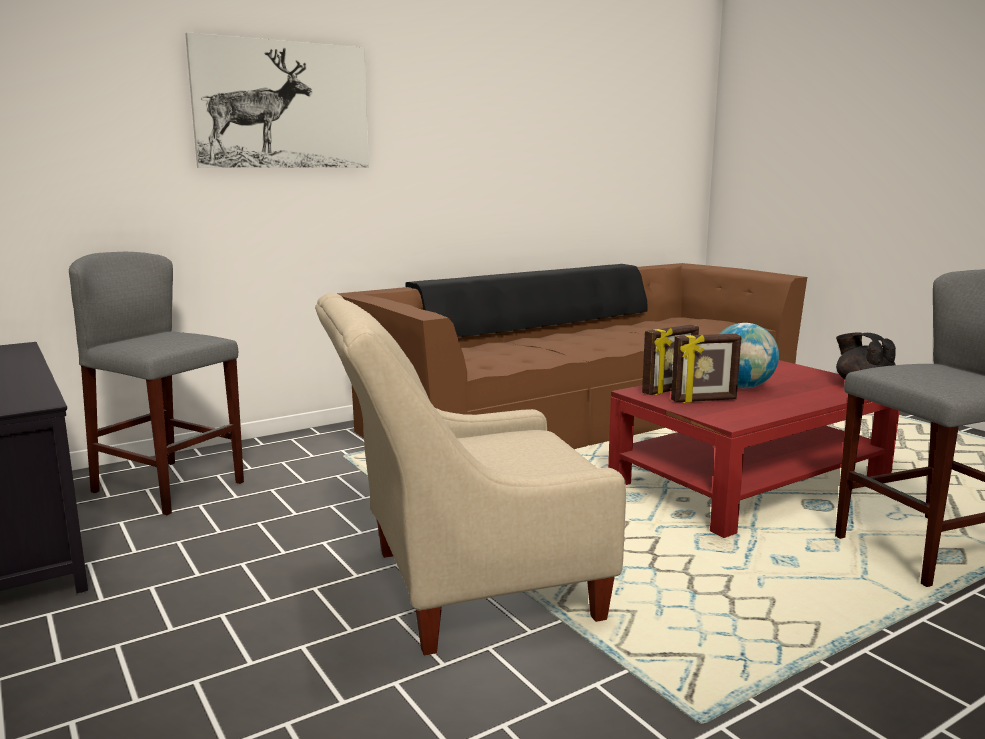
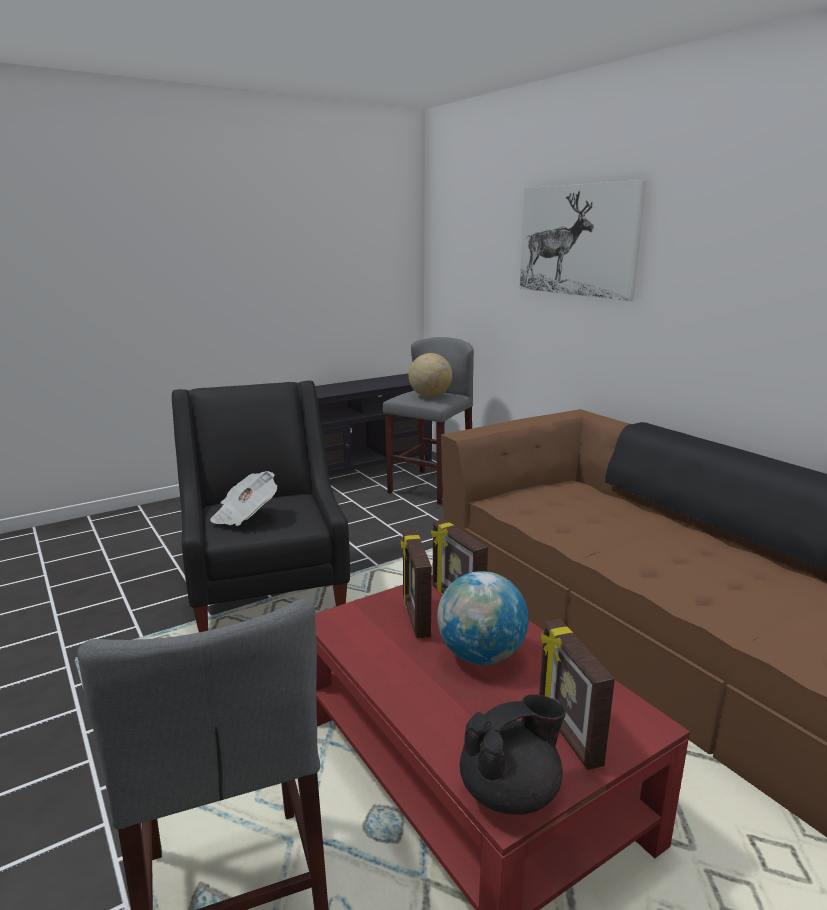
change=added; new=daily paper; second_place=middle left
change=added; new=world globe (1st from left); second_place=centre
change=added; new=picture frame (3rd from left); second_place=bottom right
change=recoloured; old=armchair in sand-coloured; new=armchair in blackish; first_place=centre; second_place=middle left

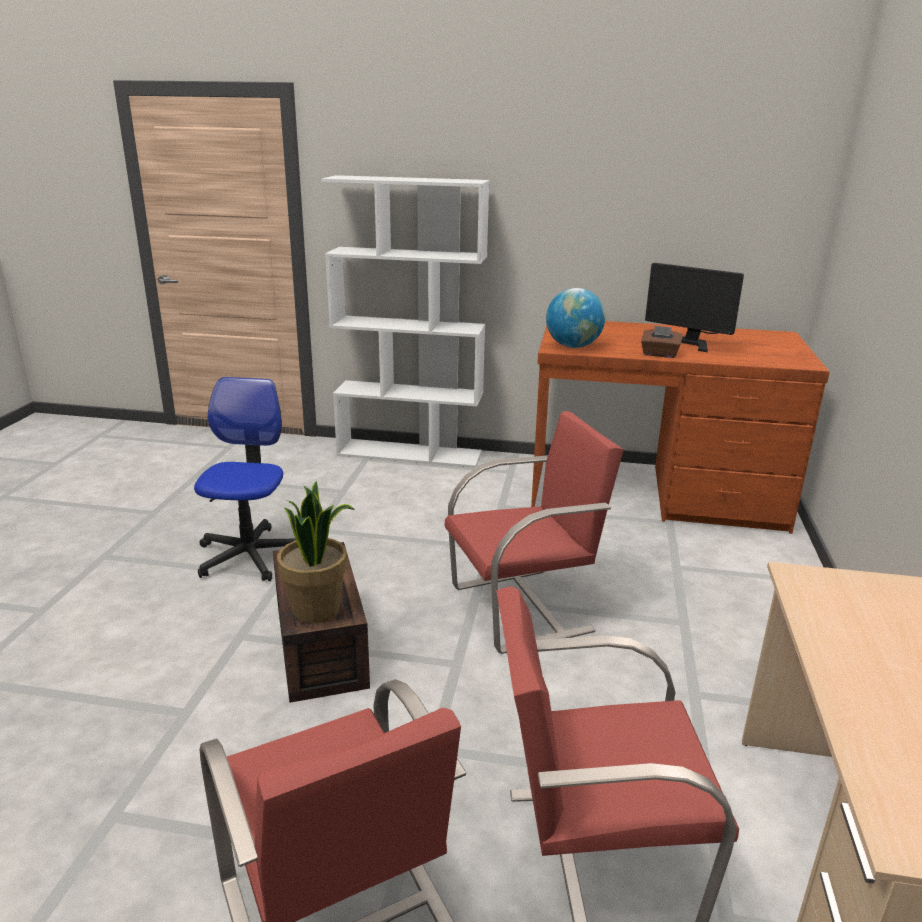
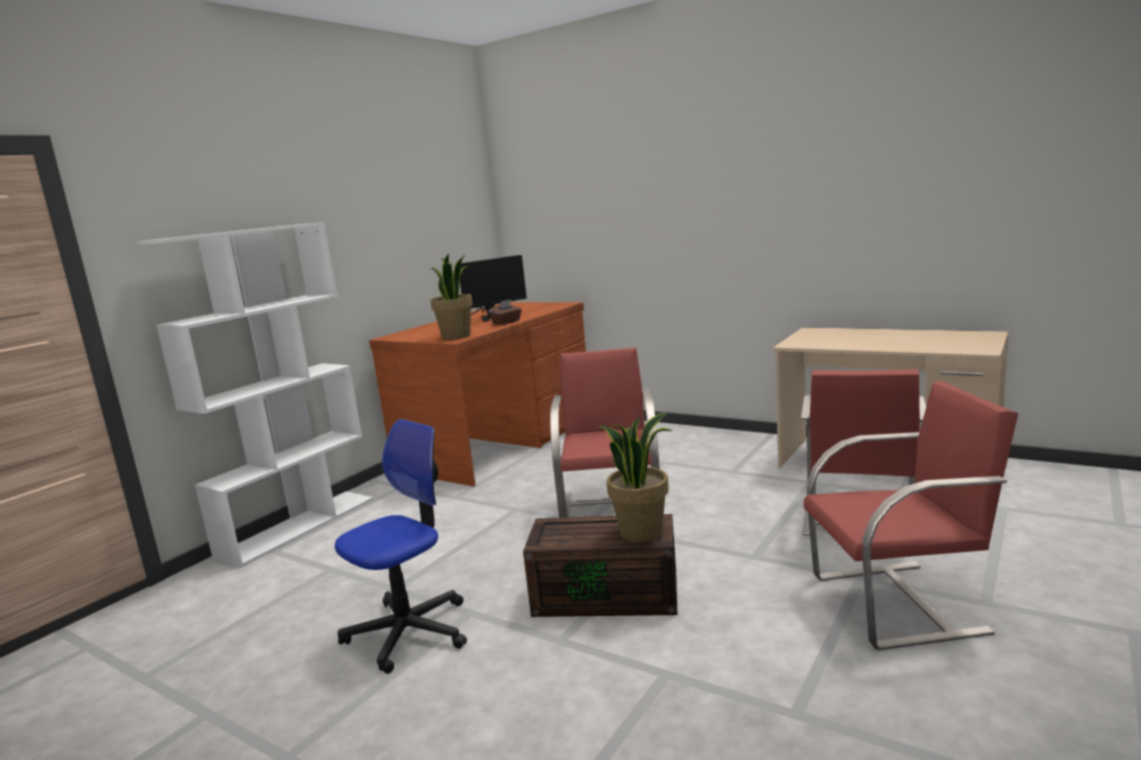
change=replaced; old=world globe; new=potted plant (1st from left); first_place=centre; second_place=centre
change=turned; old=office chair; first_place=middle left; second_place=bottom centre; degrees=105

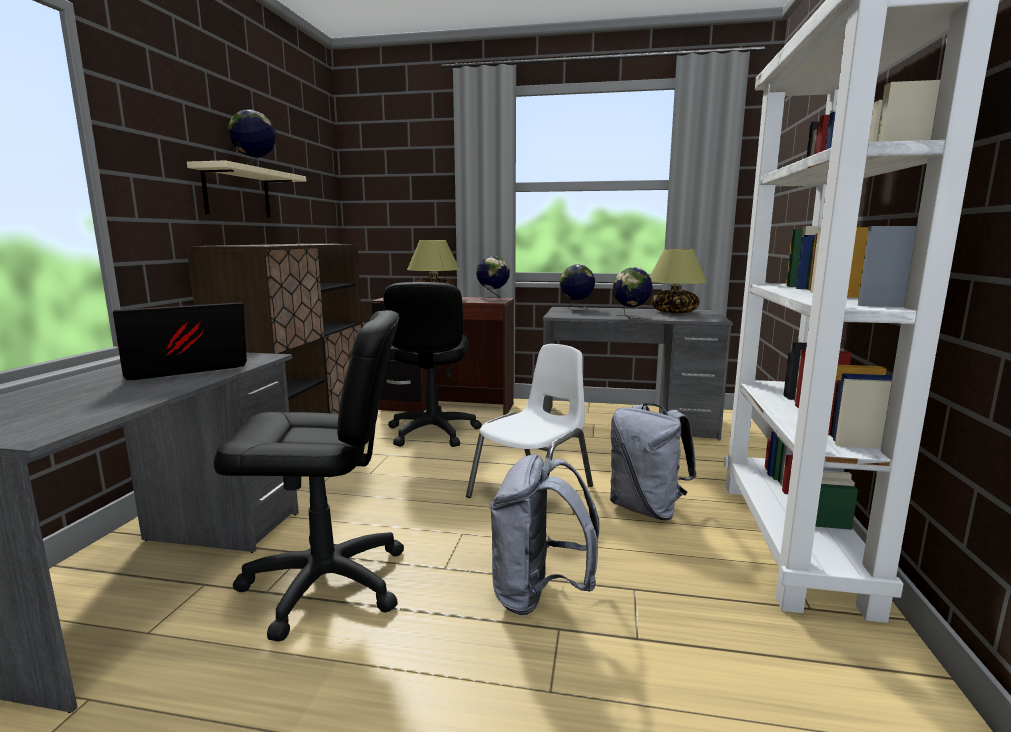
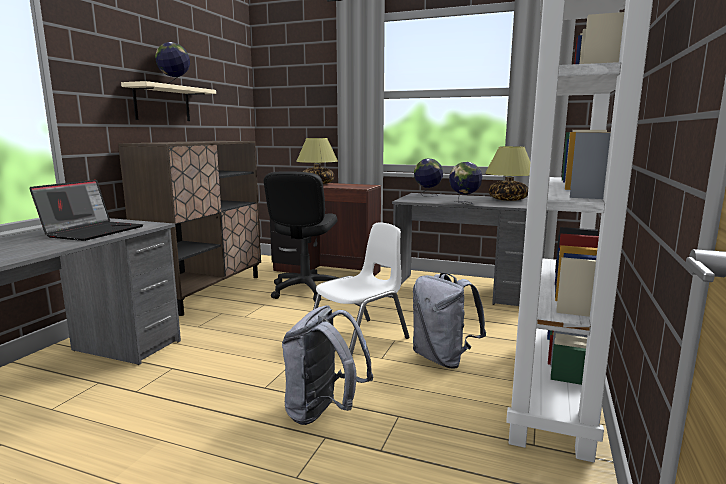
change=removed; old=office chair in blackish (1st from left); first_place=middle left
change=removed; old=world globe (2nd from left); first_place=centre
change=turned; old=laptop; first_place=middle left; second_place=middle left; degrees=135

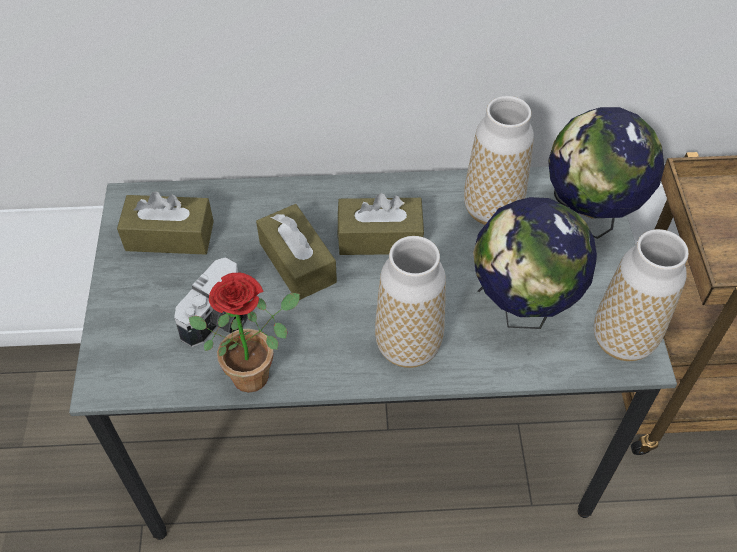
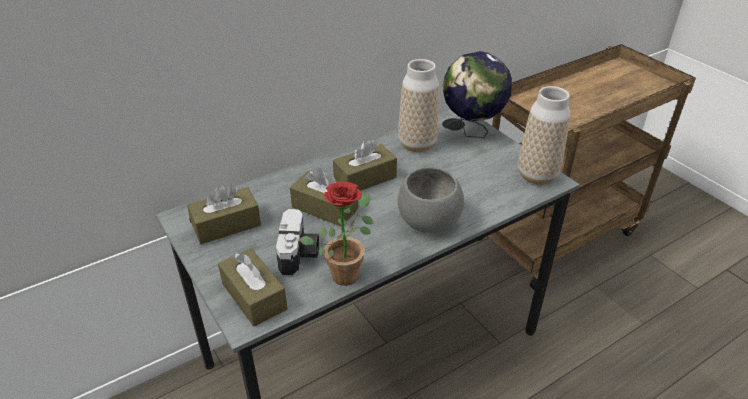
change=removed; old=world globe (1st from left); first_place=middle right
change=added; new=tissue box in brownish (2nd from left); second_place=bottom centre
change=replaced; old=flower vase (1st from left); new=deep dish in gray; first_place=centre; second_place=centre

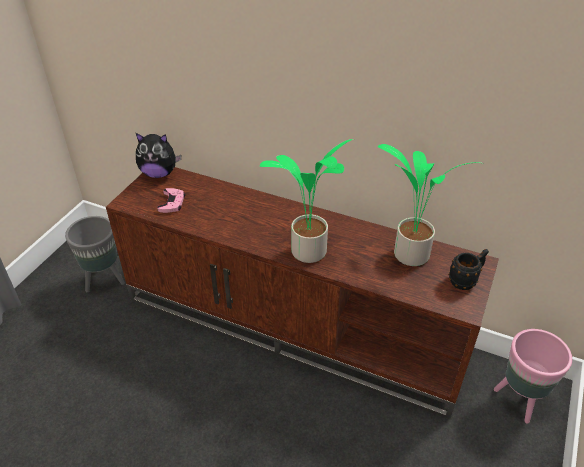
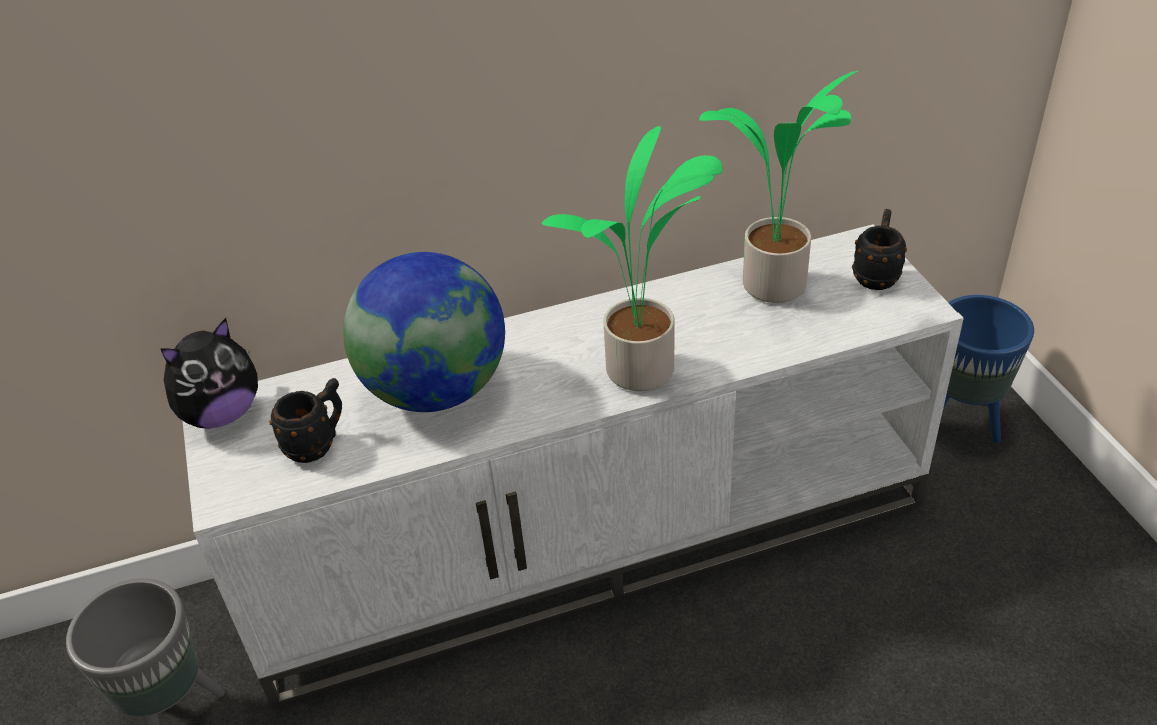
change=added; new=world globe; second_place=centre
change=replaced; old=gamepad in pink-coloured; new=mug in blackish (1st from left); first_place=middle left; second_place=middle left
change=recoloured; old=tv stand in brownish; new=tv stand in whitish; first_place=centre; second_place=centre
change=recoloured; old=plant pot in pink-coloured; new=plant pot in blue-coloured; first_place=bottom right; second_place=middle right

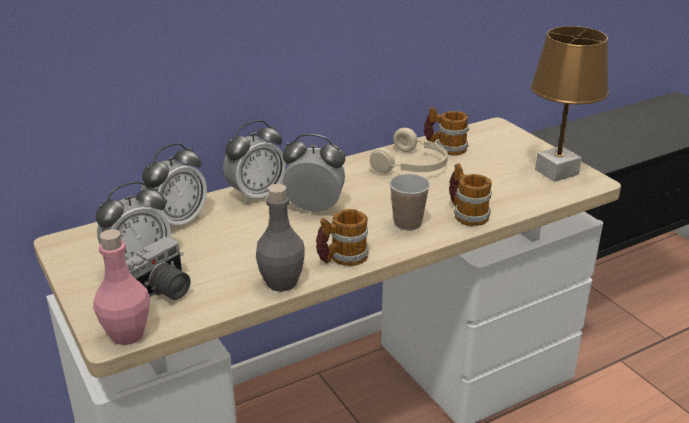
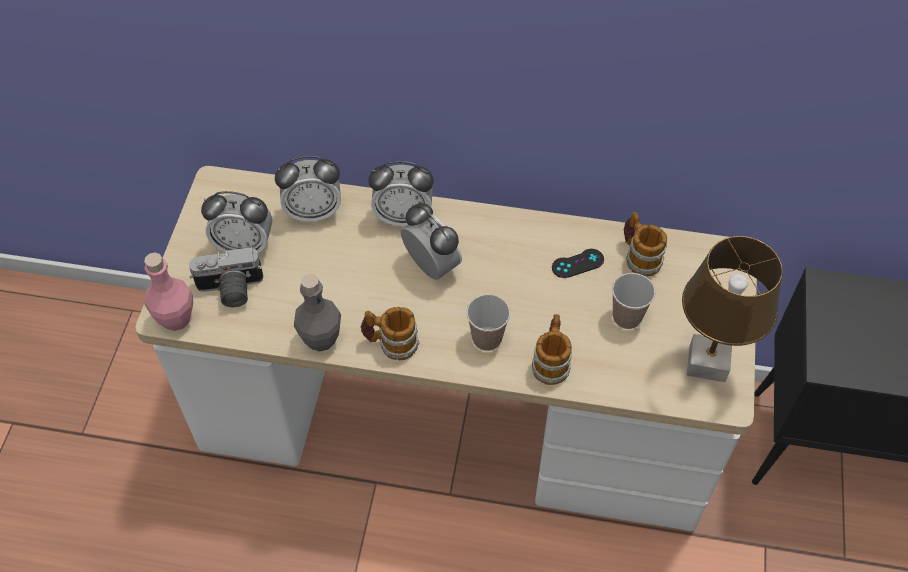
change=added; new=small cup (2nd from left); second_place=middle right
change=replaced; old=pair of headphones in sand-coloured; new=gamepad in blackish; first_place=centre; second_place=centre

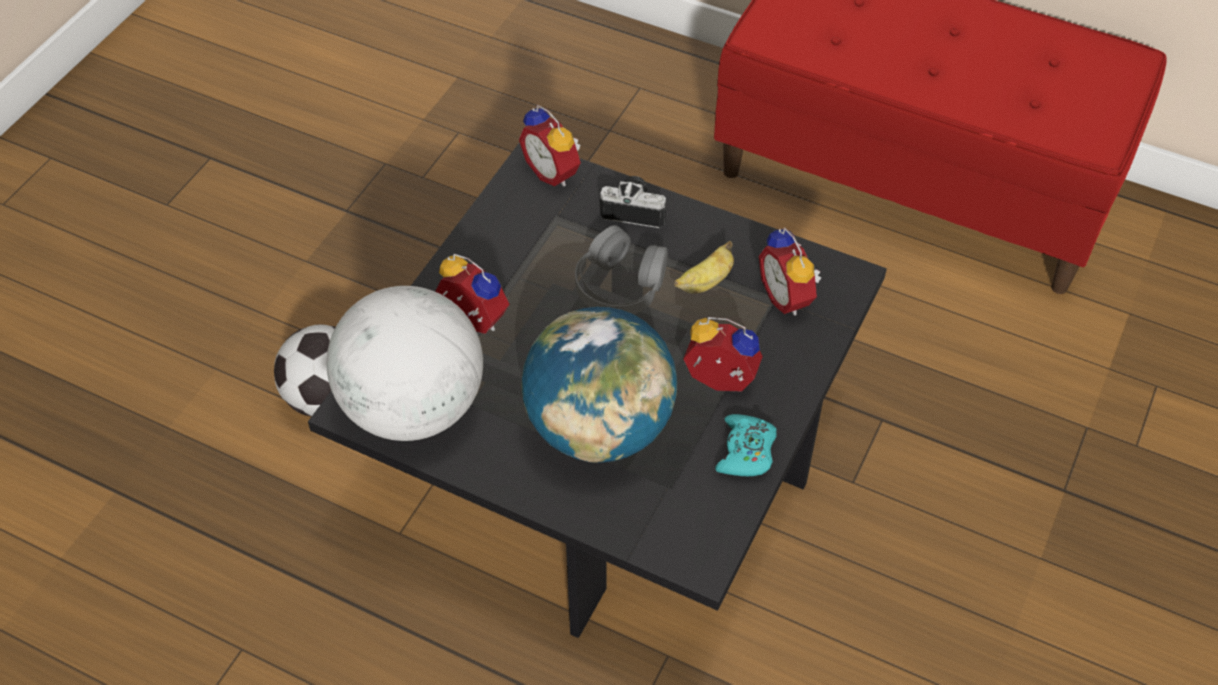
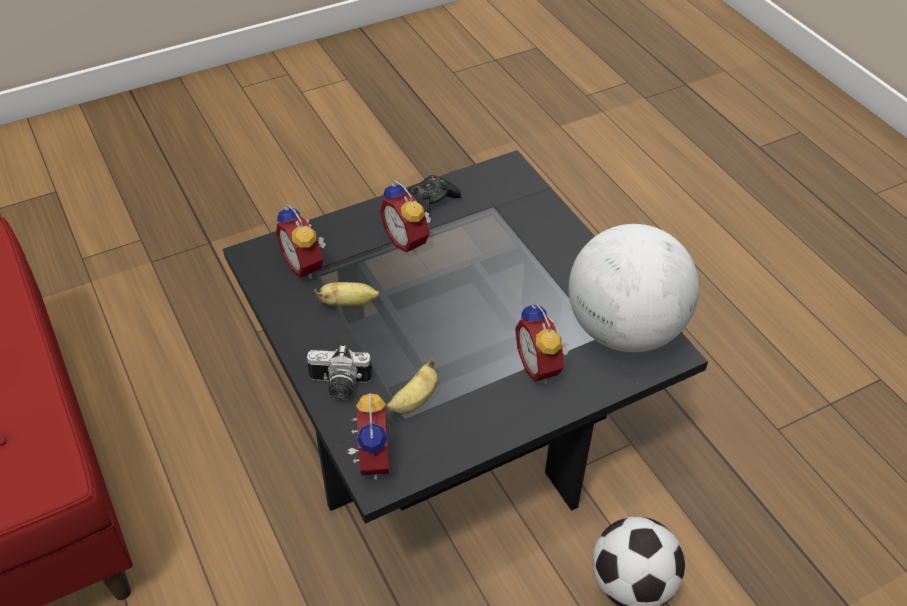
change=removed; old=world globe (2nd from left); first_place=centre
change=removed; old=pair of headphones in gray; first_place=centre
change=added; new=whole banana (2nd from left); second_place=centre
change=recoloured; old=gamepad in blue-green; new=gamepad in blackish; first_place=centre; second_place=top centre
change=turned; old=still camera; first_place=top centre; second_place=centre; degrees=-45
change=turned; old=alarm clock (4th from left in the first image); first_place=centre; second_place=middle left; degrees=135

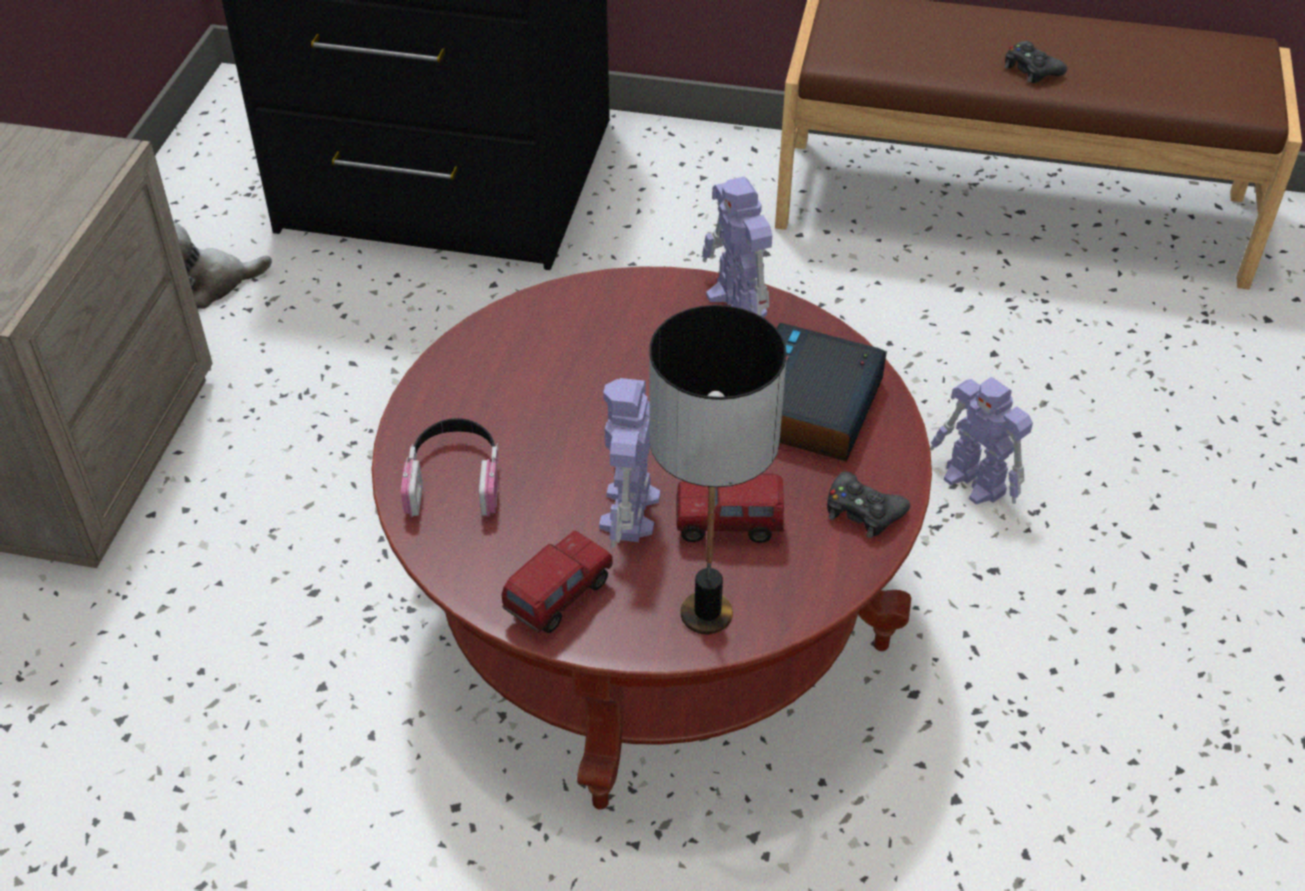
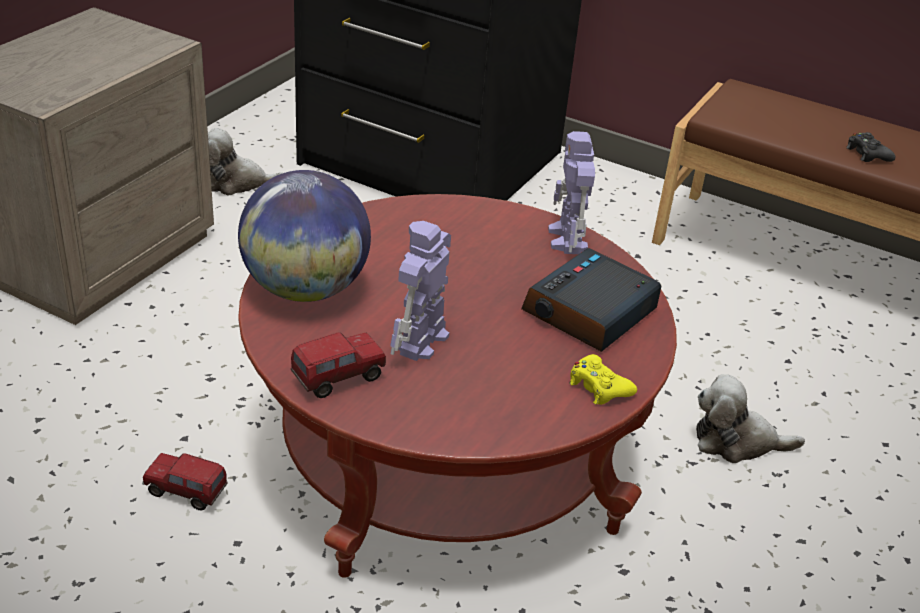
change=removed; old=tabletop lamp; first_place=centre
change=moved; old=model truck (2nd from left in the first image); new=model truck (1st from left); first_place=centre; second_place=bottom left
change=replaced; old=pair of headphones; new=world globe; first_place=centre; second_place=middle left
change=replaced; old=toy robot (3rd from left); new=soft toy (2nd from left); first_place=middle right; second_place=bottom right
change=recoloured; old=gamepad in blackish (1st from left); new=gamepad in yellow; first_place=centre; second_place=centre

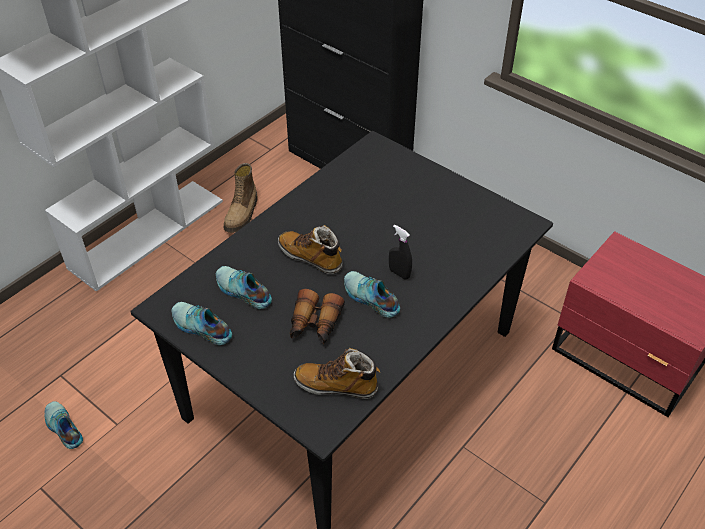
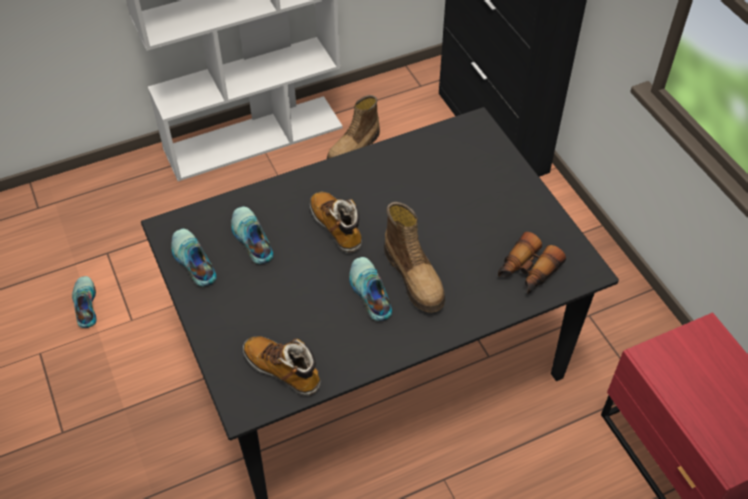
change=moved; old=pair of binoculars; first_place=centre; second_place=middle right
change=replaced; old=sprayer in blackish; new=boot (4th from left); first_place=centre; second_place=centre

